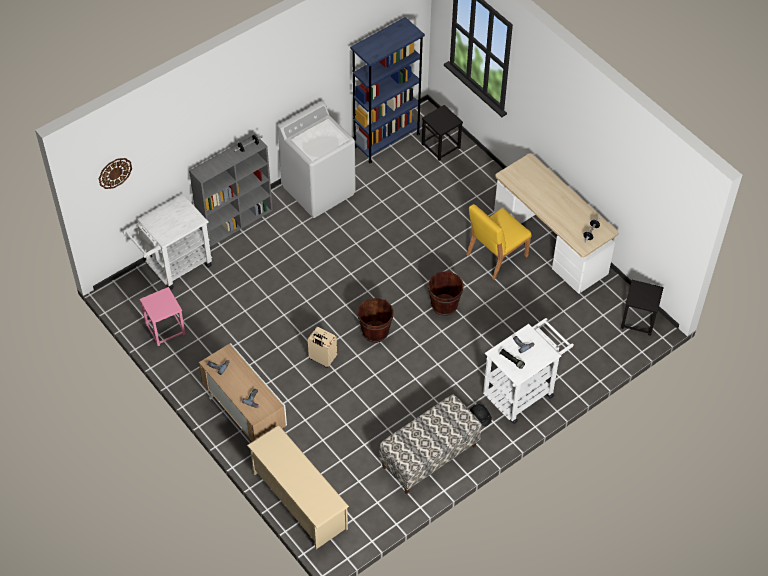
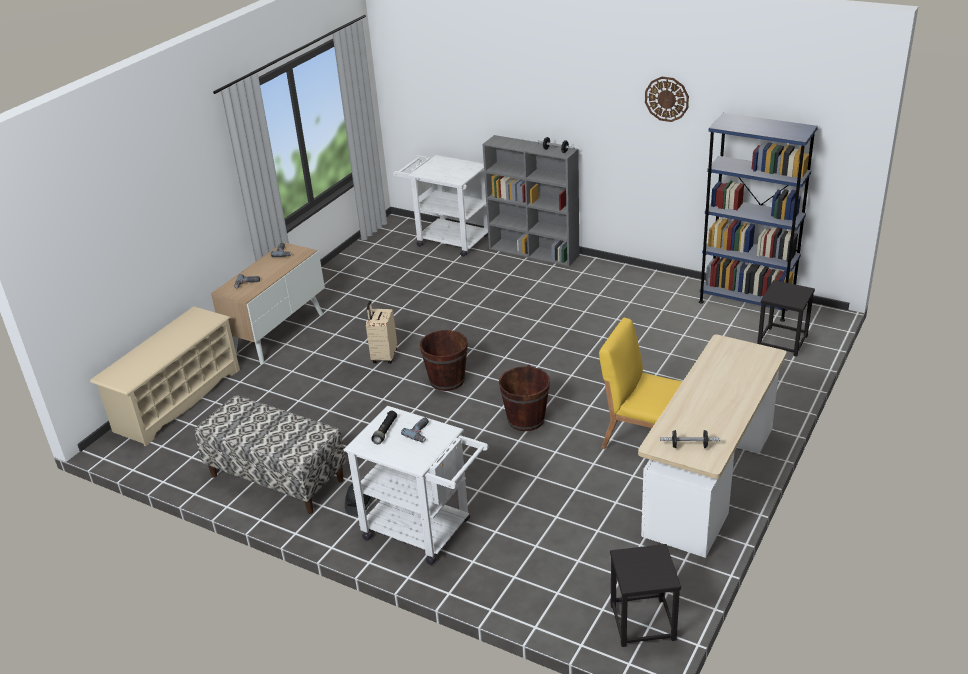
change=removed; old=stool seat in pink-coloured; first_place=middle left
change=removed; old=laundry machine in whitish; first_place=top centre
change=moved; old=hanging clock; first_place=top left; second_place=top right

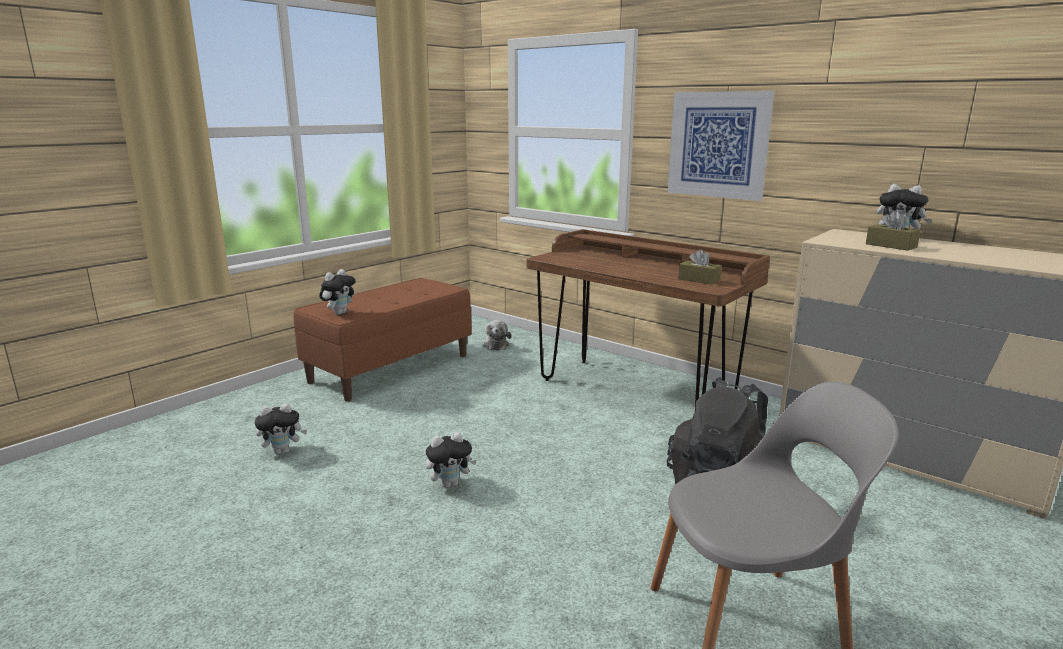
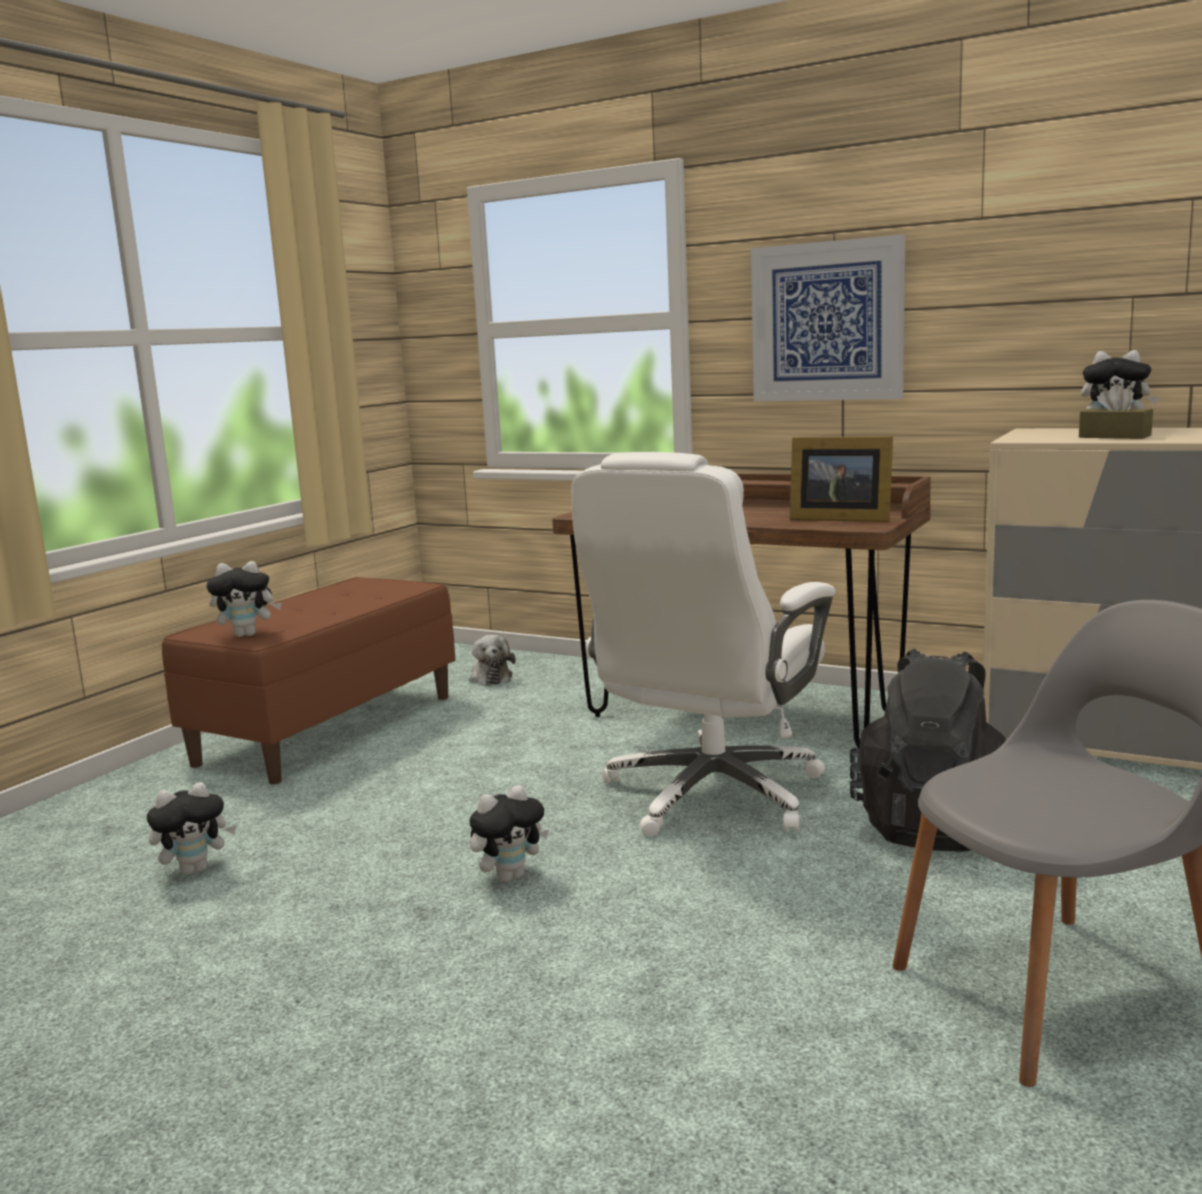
change=added; new=office chair in whitish; second_place=centre
change=replaced; old=tissue box in brownish (1st from left); new=picture frame; first_place=centre; second_place=middle right
change=turned; old=soft toy (2nd from left); first_place=middle left; second_place=middle left; degrees=60

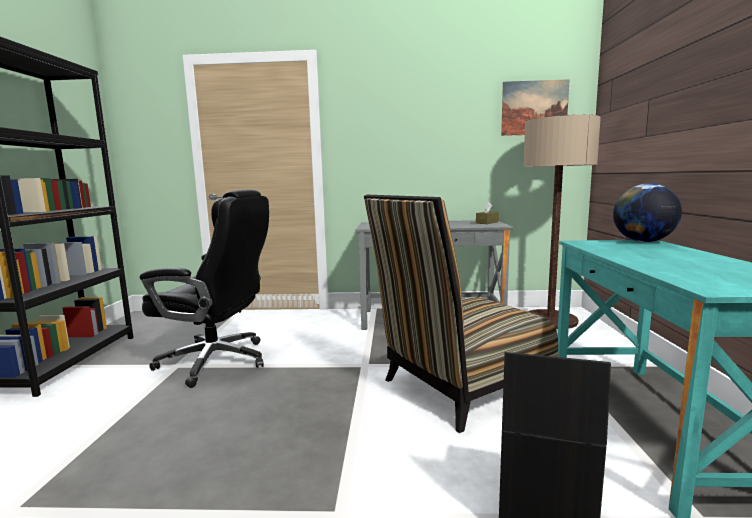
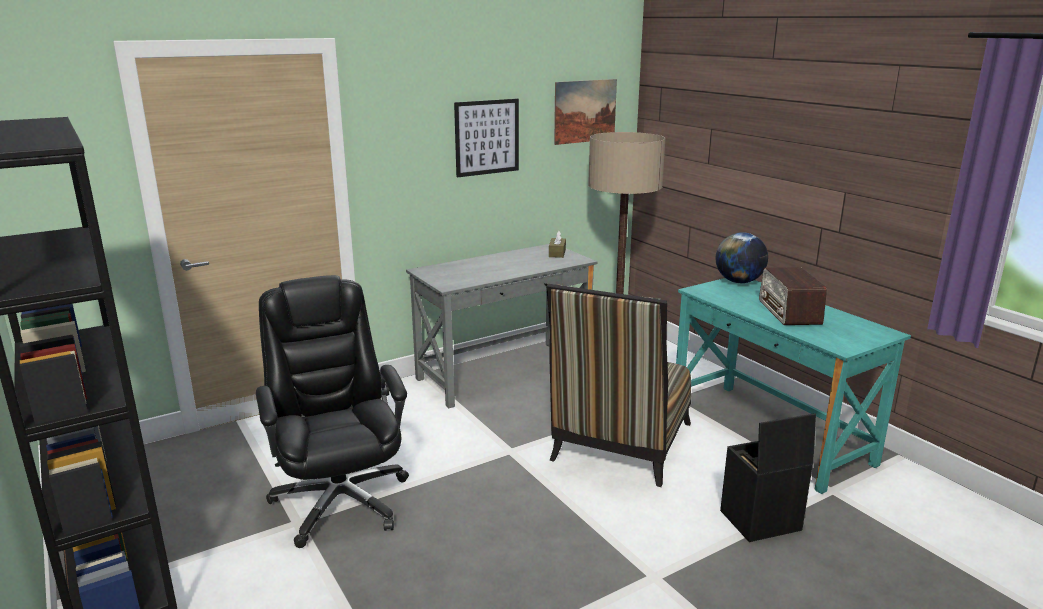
change=added; new=picture (1st from left); second_place=top centre
change=added; new=radio set; second_place=middle right
change=turned; old=office chair in blackish; first_place=middle left; second_place=bottom left; degrees=-90

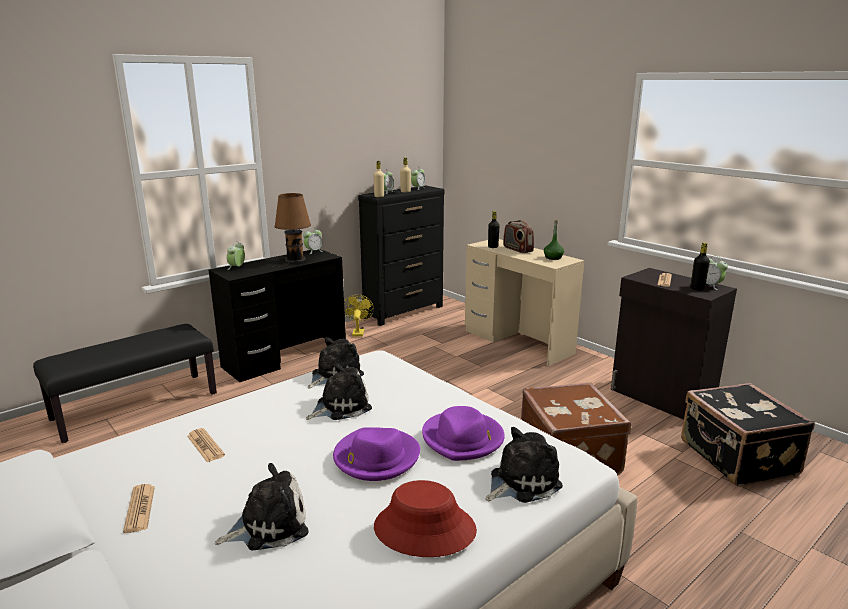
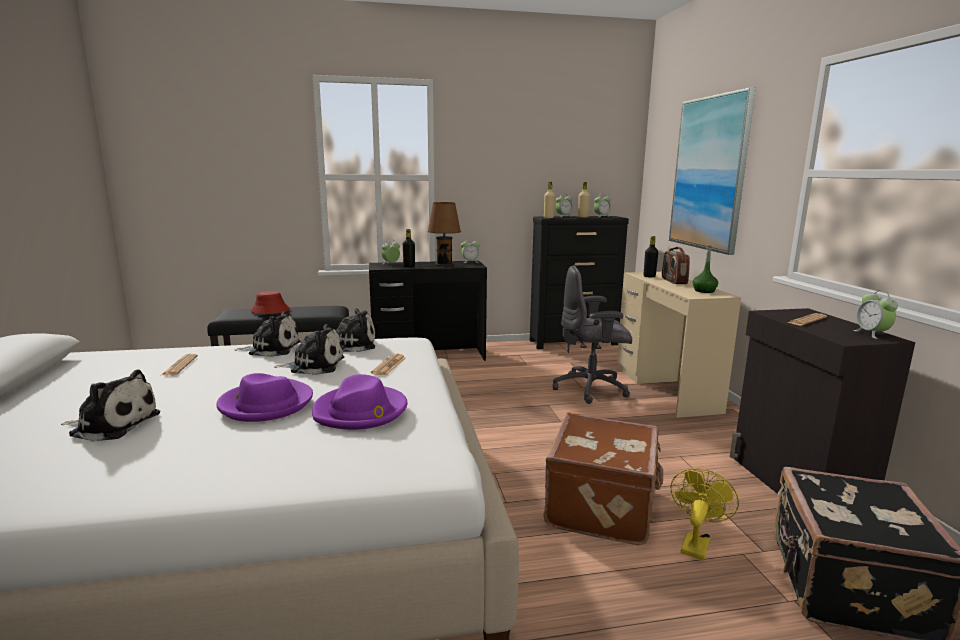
change=added; new=office chair in gray; second_place=centre
change=added; new=picture; second_place=top right
change=moved; old=daily paper (1st from left in the first image); new=daily paper (2nd from left); first_place=bottom left; second_place=centre
change=moved; old=fan in yellow; first_place=centre; second_place=bottom right
change=moved; old=hat in reddish; first_place=bottom centre; second_place=middle left
change=moved; old=soft toy (4th from left in the first image); new=soft toy (2nd from left); first_place=bottom centre; second_place=middle left
change=moved; old=drink bottle in blackish (2nd from left in the first image); new=drink bottle in blackish (1st from left); first_place=middle right; second_place=centre

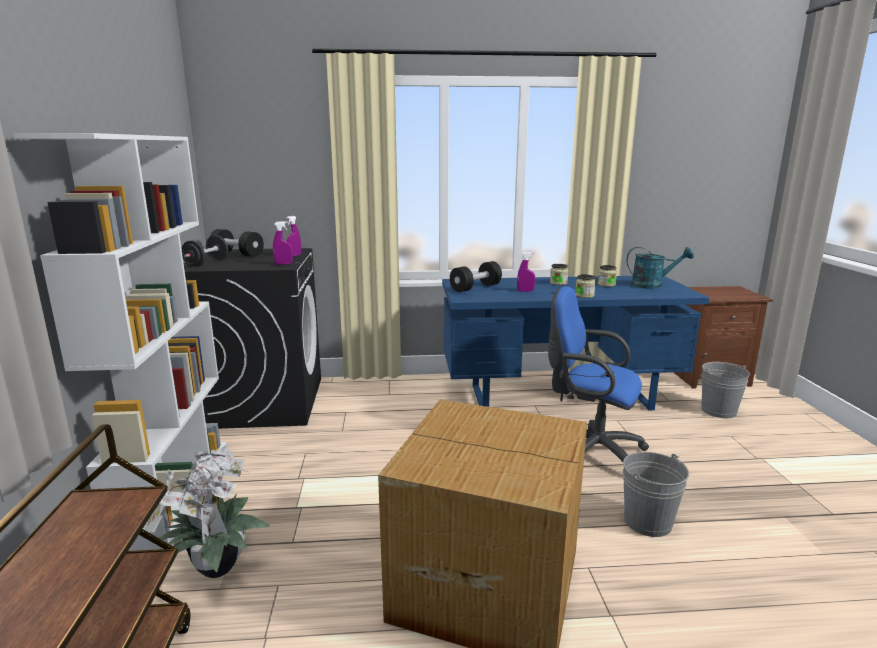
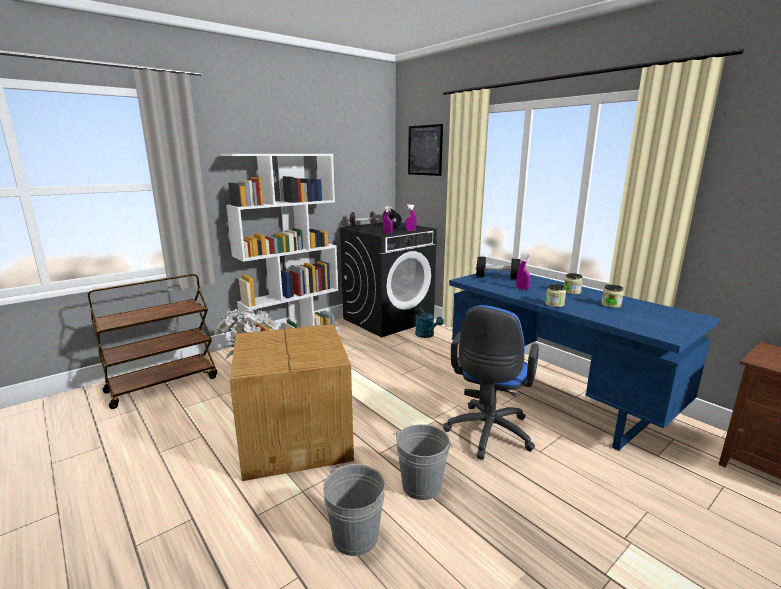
change=added; new=picture; second_place=top centre
change=moved; old=watering pot in blue-green; first_place=middle right; second_place=centre
change=moved; old=bucket in gray (2nd from left in the first image); new=bucket in gray (1st from left); first_place=middle right; second_place=bottom centre
change=turned; old=office chair in blue-coloured; first_place=middle right; second_place=centre; degrees=-150

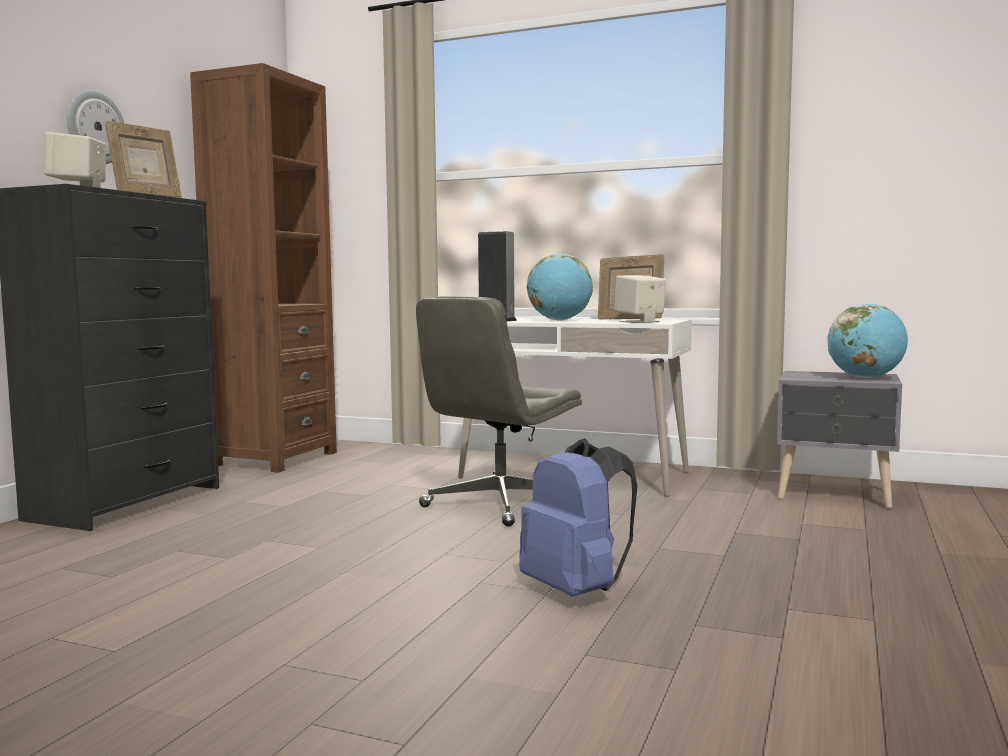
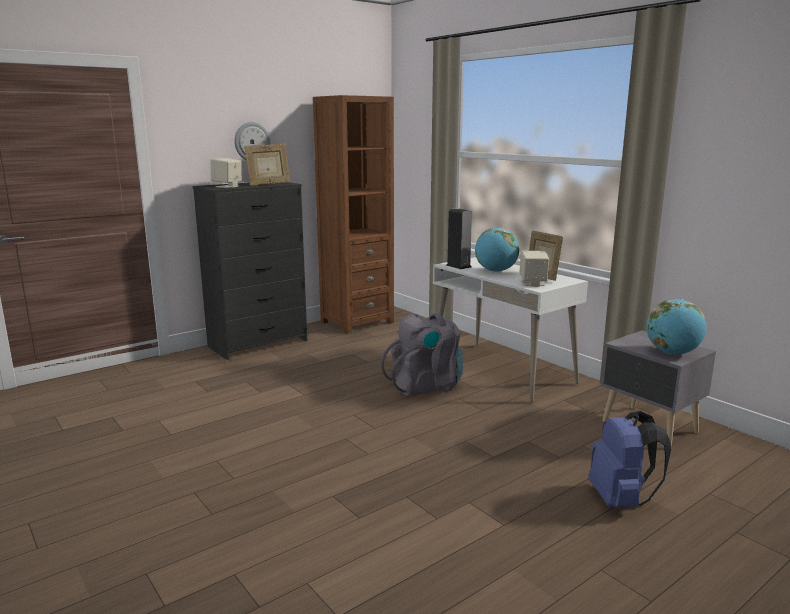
change=moved; old=rucksack in blue-coloured; first_place=bottom centre; second_place=bottom right
change=replaced; old=office chair in gray; new=rucksack in gray; first_place=centre; second_place=centre

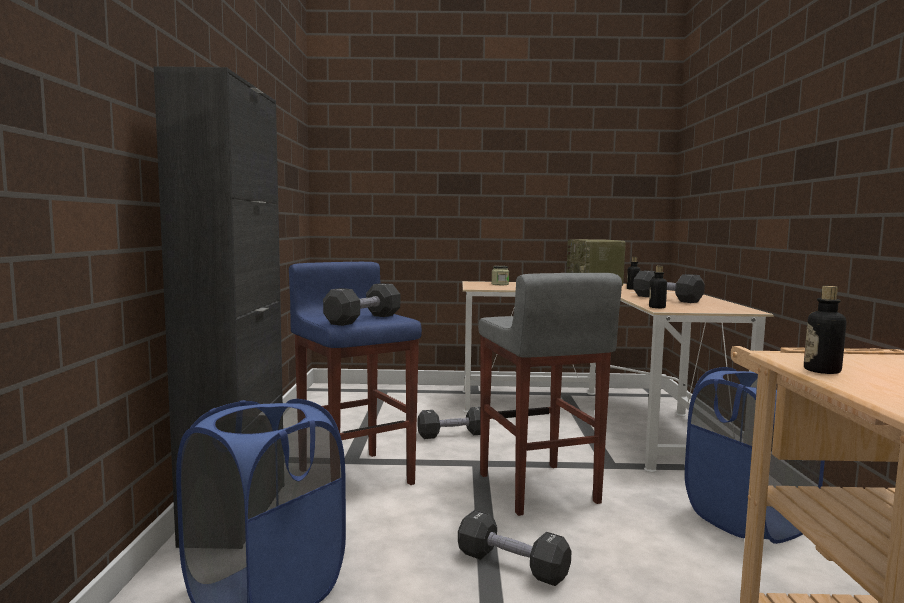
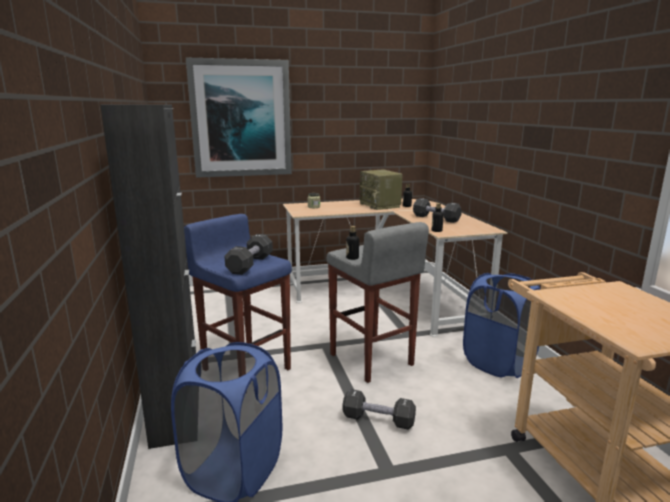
change=removed; old=free weight in blackish (2nd from left); first_place=bottom centre
change=added; new=picture; second_place=top centre
change=moved; old=drink bottle (3rd from left in the first image); new=drink bottle (1st from left); first_place=middle right; second_place=centre

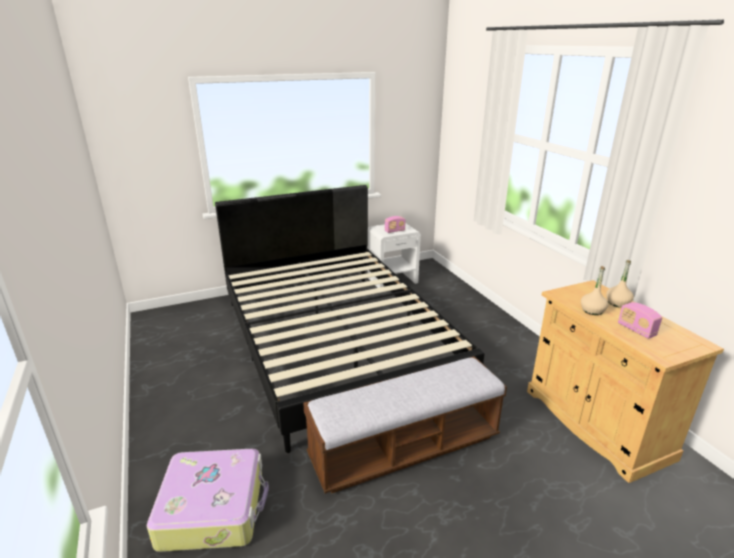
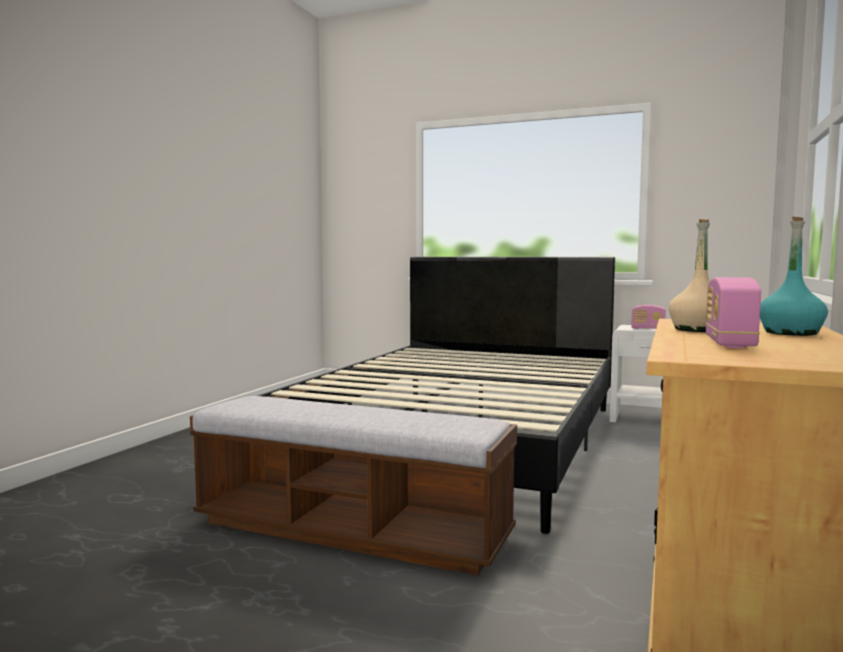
change=removed; old=travel case; first_place=bottom left
change=recoloured; old=drink bottle in sand-coloured (2nd from left); new=drink bottle in blue-green; first_place=middle right; second_place=middle right

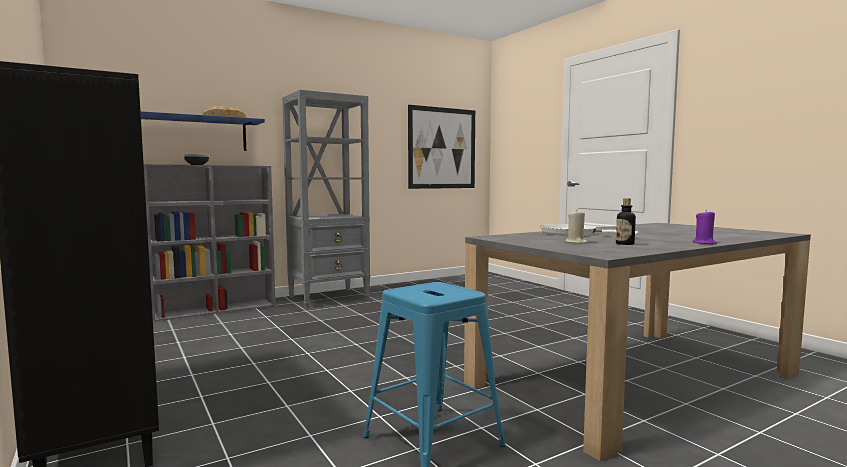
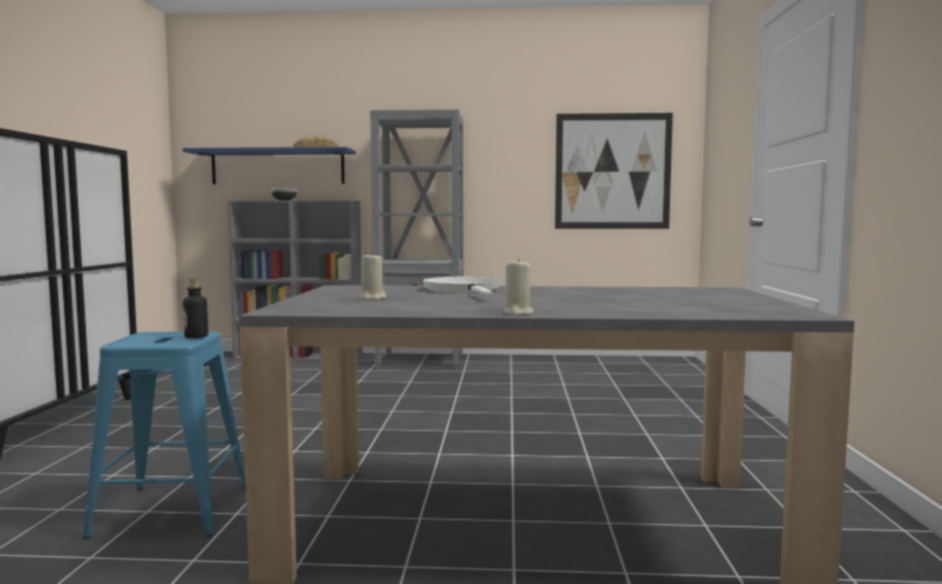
change=moved; old=drink bottle; first_place=middle right; second_place=middle left
change=recoloured; old=candle in purple-coloured; new=candle in sand-coloured (2nd from left); first_place=middle right; second_place=centre

